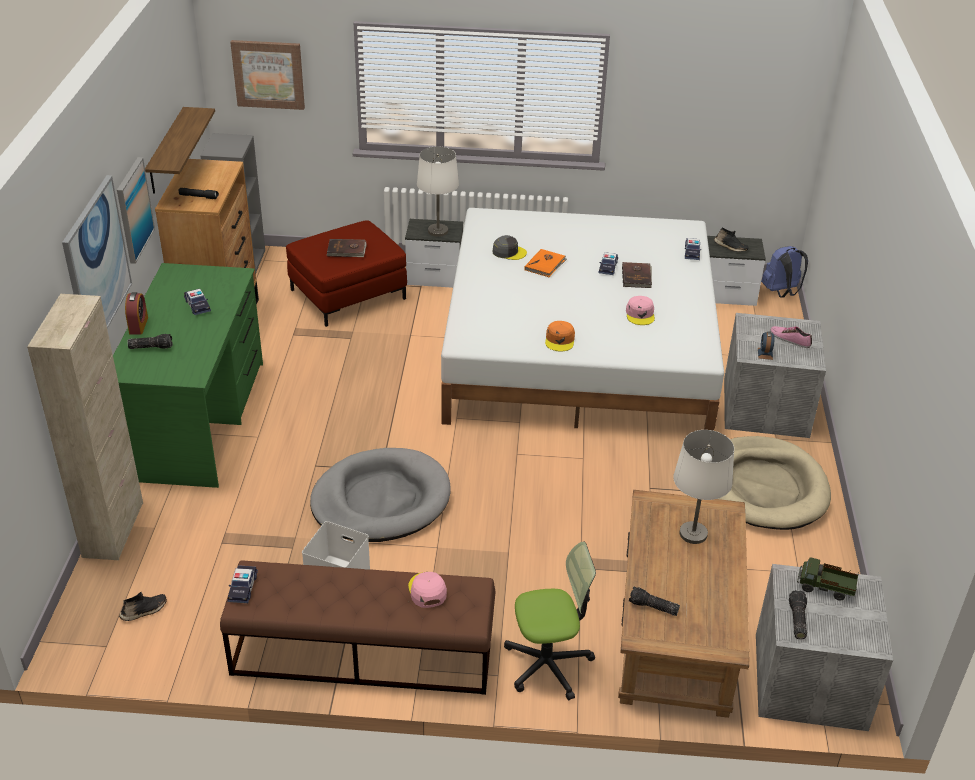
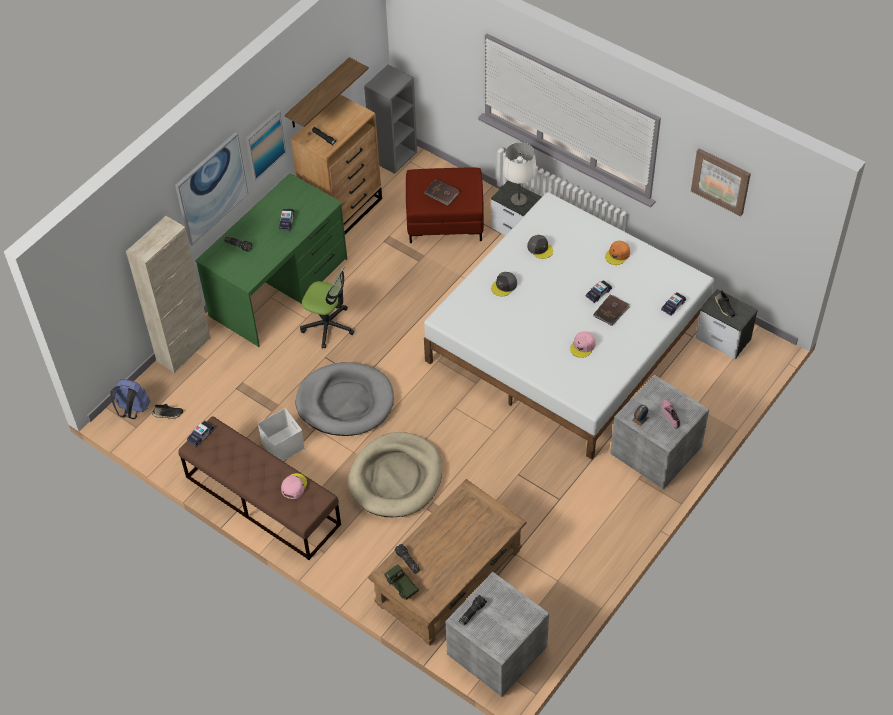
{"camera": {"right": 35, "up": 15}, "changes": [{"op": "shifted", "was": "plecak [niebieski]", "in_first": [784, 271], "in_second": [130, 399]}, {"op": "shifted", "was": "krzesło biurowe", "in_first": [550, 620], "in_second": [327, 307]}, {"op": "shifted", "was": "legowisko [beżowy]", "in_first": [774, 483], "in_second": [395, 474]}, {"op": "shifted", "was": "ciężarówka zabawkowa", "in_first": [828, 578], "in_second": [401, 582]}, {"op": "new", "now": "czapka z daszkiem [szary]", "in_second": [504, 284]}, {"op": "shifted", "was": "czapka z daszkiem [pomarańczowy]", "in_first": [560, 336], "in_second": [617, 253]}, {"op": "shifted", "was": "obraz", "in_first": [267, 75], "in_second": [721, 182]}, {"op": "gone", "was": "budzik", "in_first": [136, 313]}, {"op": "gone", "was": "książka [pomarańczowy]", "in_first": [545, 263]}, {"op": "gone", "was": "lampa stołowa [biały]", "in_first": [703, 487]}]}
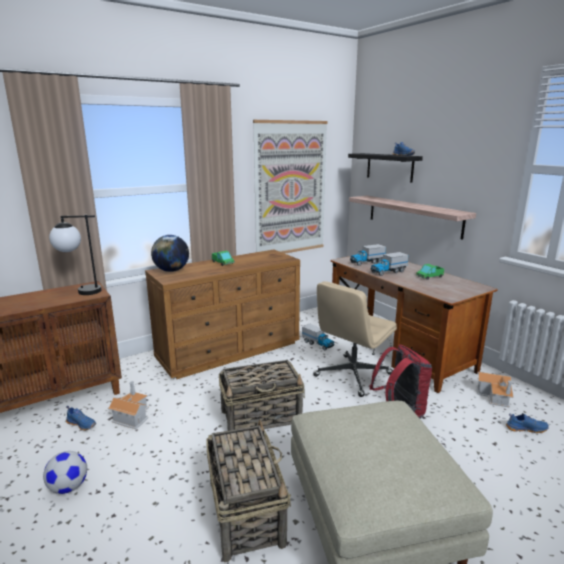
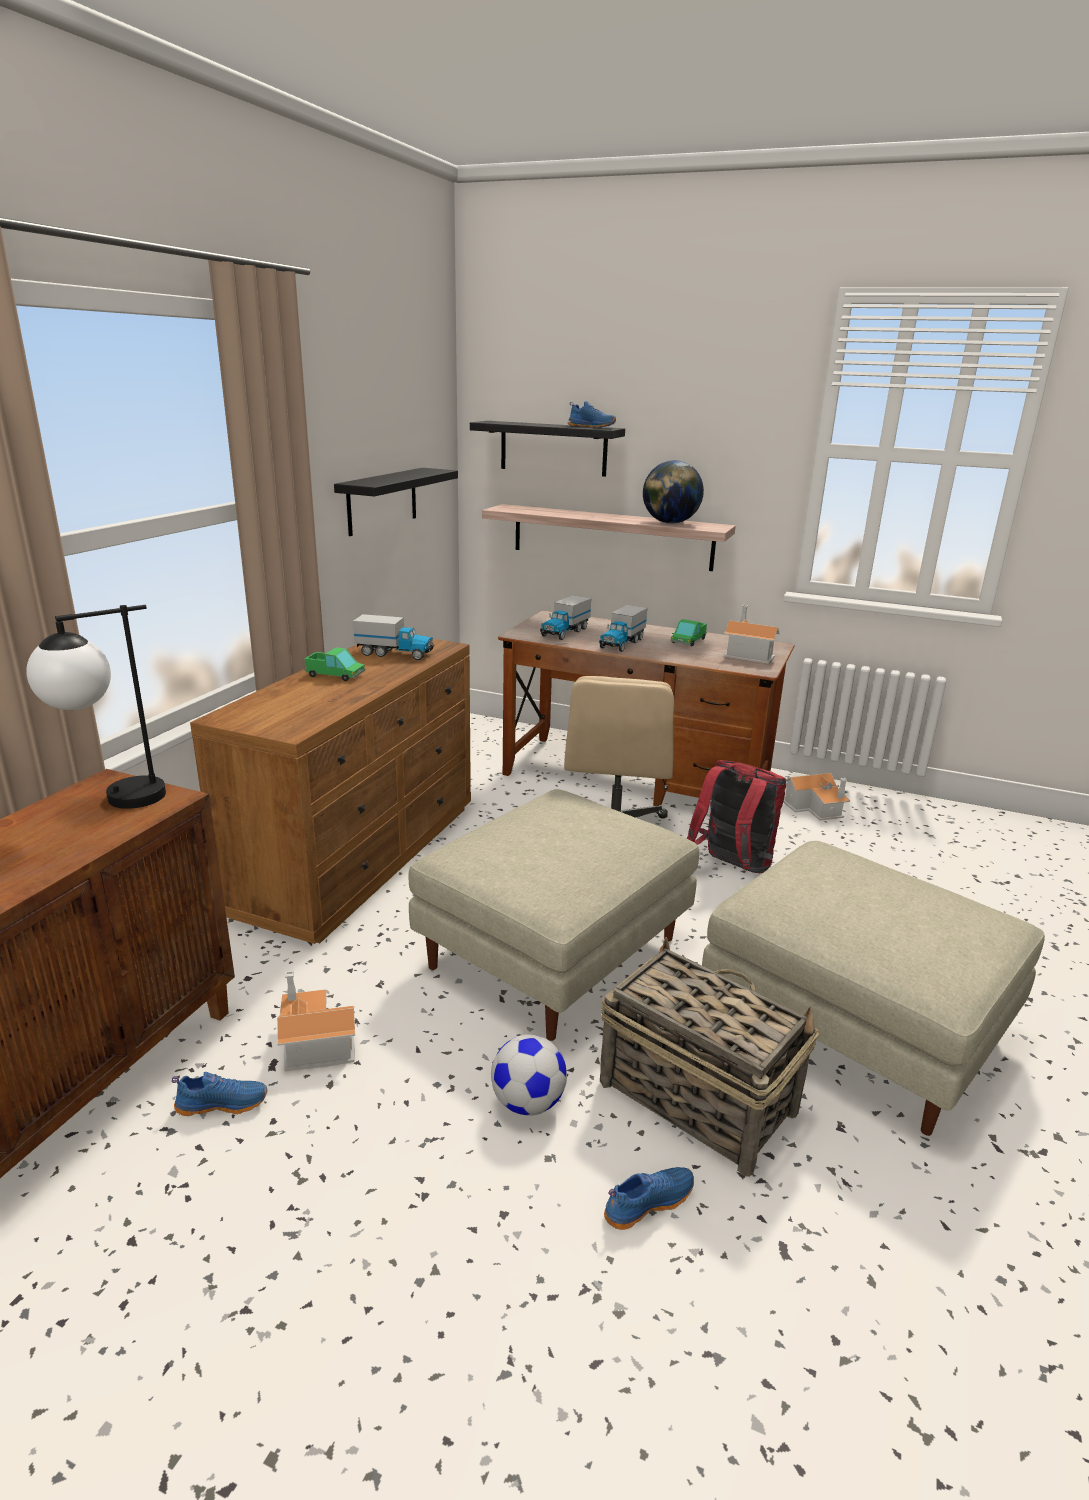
{"camera": {"right": -35, "up": 5}, "changes": [{"op": "swapped", "was": "obraz", "now": "półka [czarny]", "in_first": [290, 187], "in_second": [396, 502]}, {"op": "shifted", "was": "ciężarówka zabawkowa", "in_first": [318, 337], "in_second": [393, 637]}, {"op": "swapped", "was": "koszyk", "now": "pufa [beżowy]", "in_first": [262, 395], "in_second": [554, 915]}, {"op": "shifted", "was": "piłka futbolowa", "in_first": [65, 472], "in_second": [529, 1075]}, {"op": "shifted", "was": "but [niebieski]", "in_first": [527, 423], "in_second": [649, 1198]}, {"op": "shifted", "was": "globus", "in_first": [170, 253], "in_second": [673, 492]}, {"op": "new", "now": "domek", "in_second": [751, 634]}]}
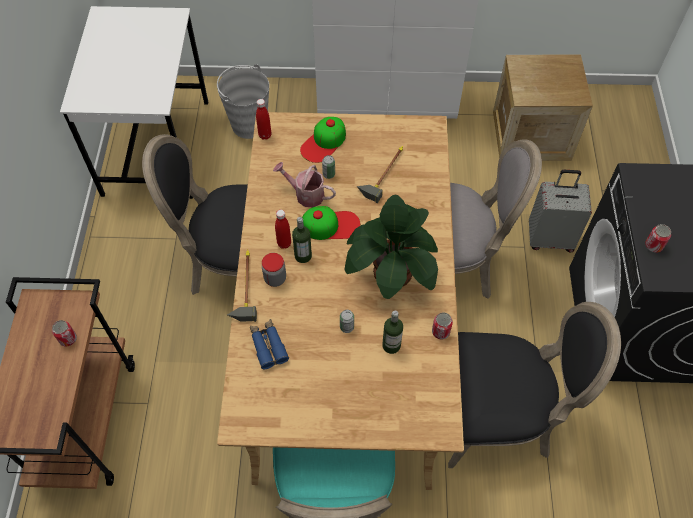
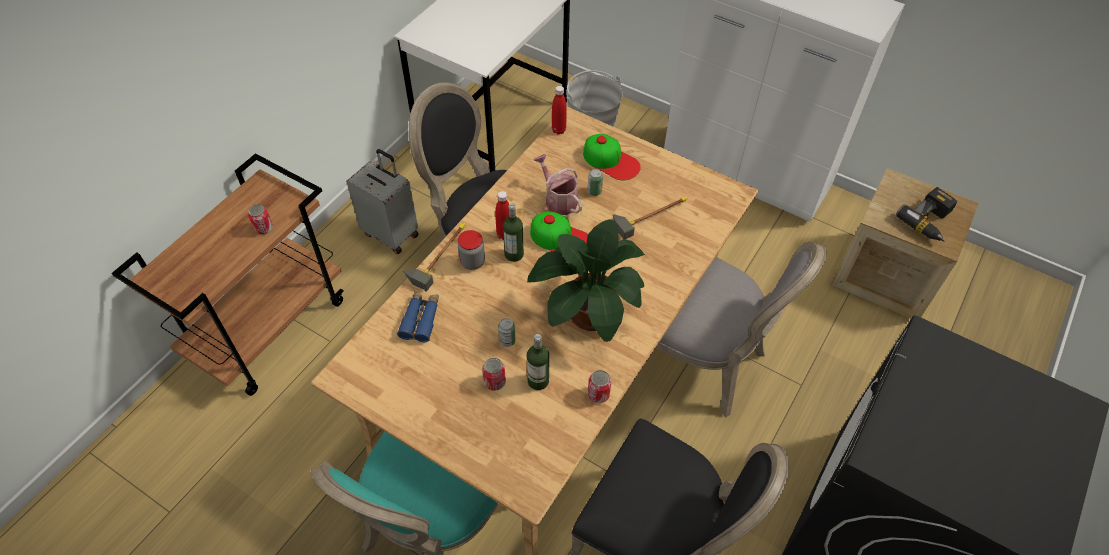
{"camera": {"right": 30, "up": -5}, "changes": [{"op": "shifted", "was": "walizka [szary]", "in_first": [560, 211], "in_second": [382, 201]}, {"op": "shifted", "was": "puszka", "in_first": [658, 238], "in_second": [494, 374]}, {"op": "rotated", "was": "czapka z daszkiem", "in_first": [323, 140], "in_second": [612, 157], "clockwise": -120}, {"op": "new", "now": "wiertarka", "in_second": [926, 214]}]}
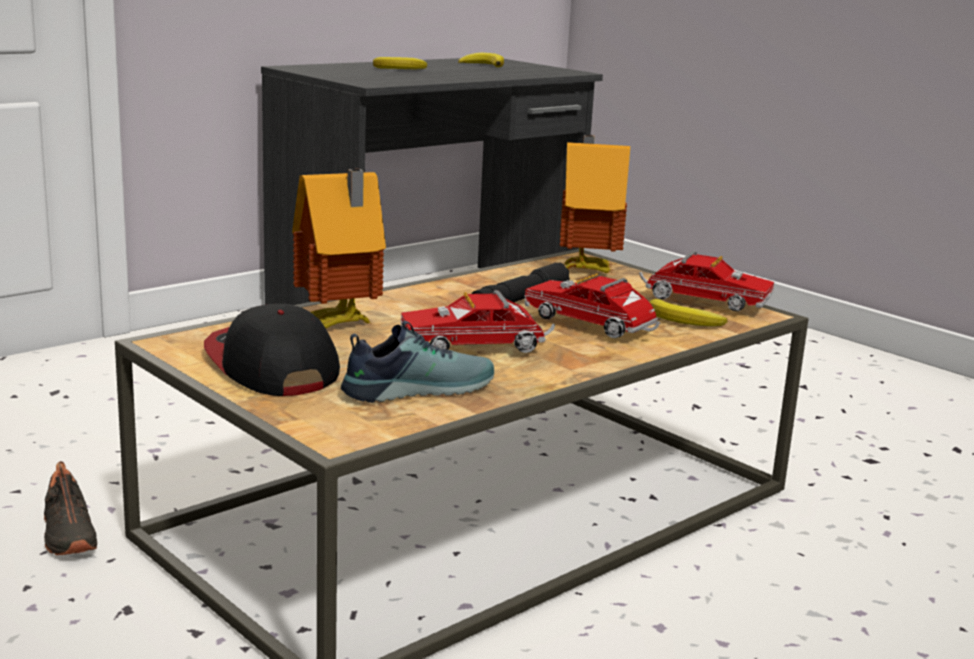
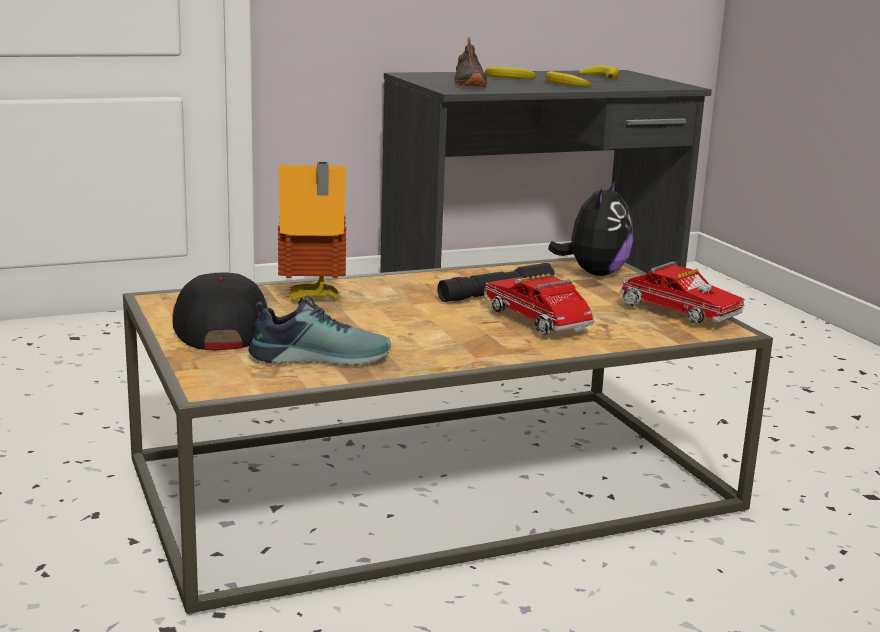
{"camera": {"right": 20, "up": 0}, "changes": [{"op": "shifted", "was": "but [czarny]", "in_first": [70, 508], "in_second": [470, 62]}, {"op": "shifted", "was": "banan", "in_first": [689, 313], "in_second": [568, 78]}, {"op": "swapped", "was": "domek", "now": "pluszak", "in_first": [595, 204], "in_second": [591, 227]}, {"op": "gone", "was": "ciężarówka zabawkowa", "in_first": [477, 321]}]}
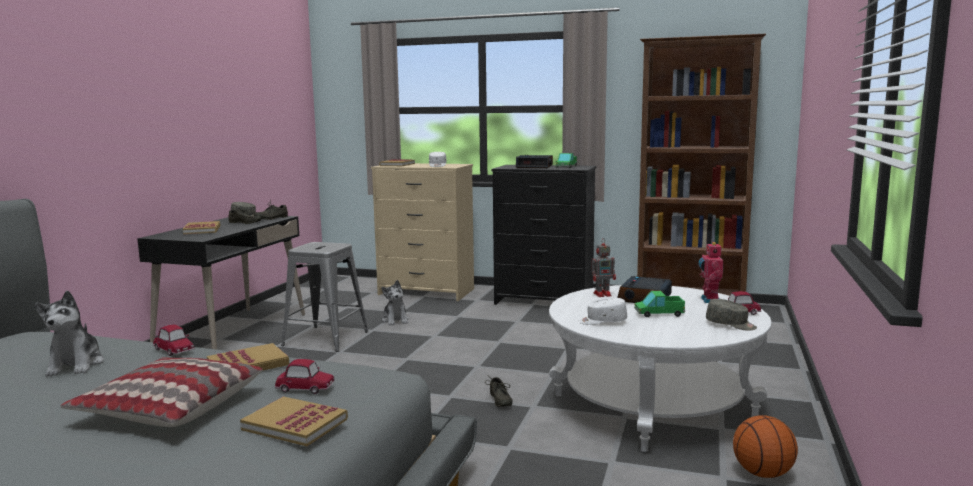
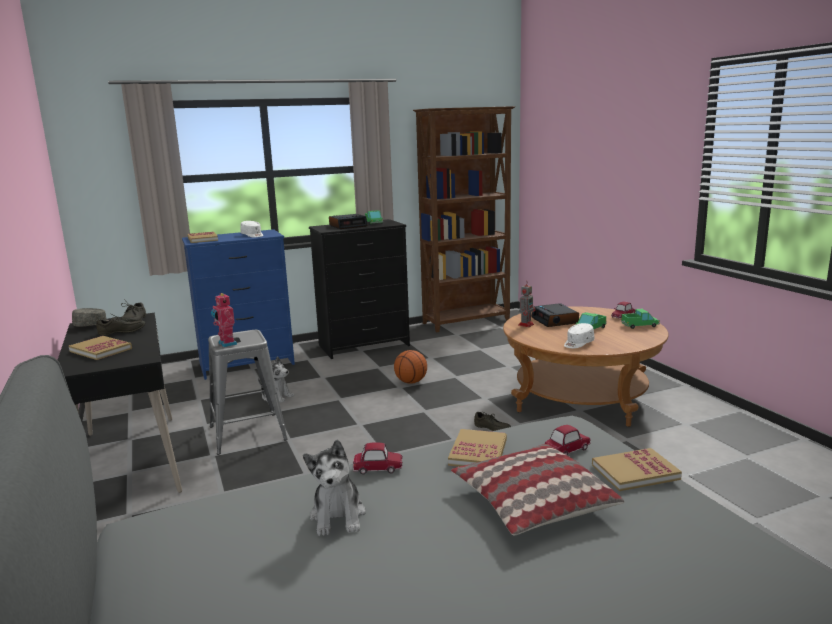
{"camera": {"right": -40, "up": 5}, "changes": [{"op": "repainted", "was": "komoda [beżowy]", "now": "komoda [niebieski]", "in_first": [422, 232], "in_second": [238, 304]}, {"op": "shifted", "was": "robot zabawkowy", "in_first": [711, 272], "in_second": [224, 320]}, {"op": "rotated", "was": "pluszak", "in_first": [69, 333], "in_second": [334, 487], "clockwise": 45}, {"op": "shifted", "was": "piłka do koszykówki", "in_first": [765, 446], "in_second": [410, 367]}, {"op": "repainted", "was": "ława [biały]", "now": "ława [brązowy]", "in_first": [660, 368], "in_second": [585, 367]}, {"op": "swapped", "was": "czapka z daszkiem [szary]", "now": "ciężarówka zabawkowa", "in_first": [731, 314], "in_second": [640, 319]}]}
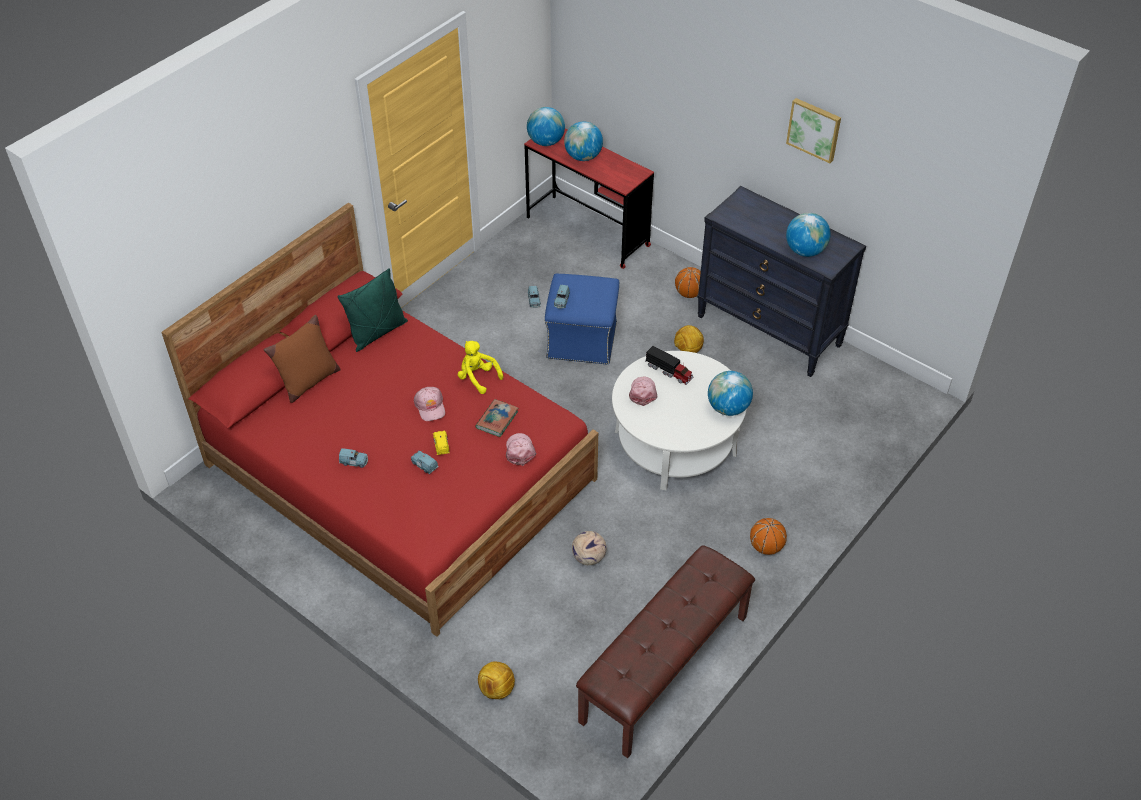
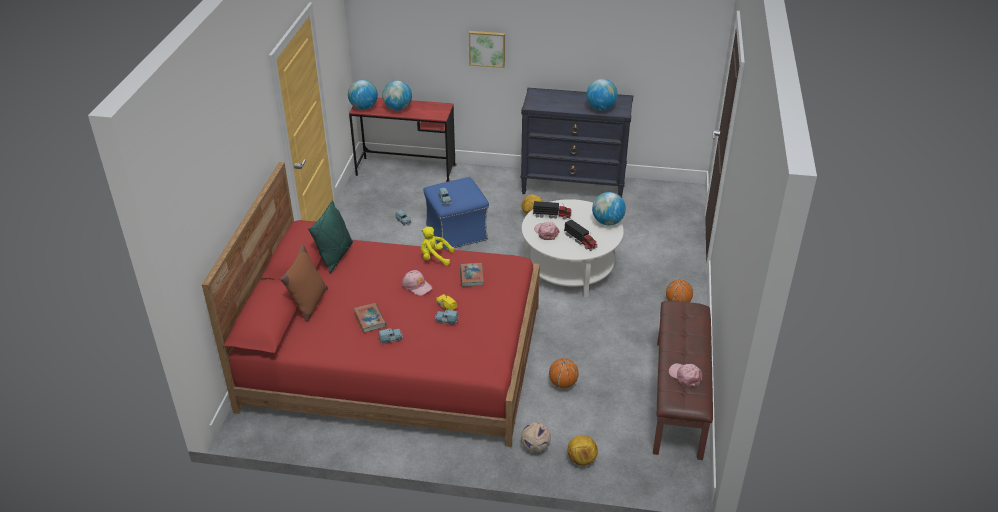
{"camera": {"right": -30, "up": -10}, "changes": [{"op": "new", "now": "książka", "in_second": [370, 317]}, {"op": "shifted", "was": "obraz", "in_first": [813, 130], "in_second": [487, 49]}, {"op": "shifted", "was": "piłka futbolowa", "in_first": [589, 548], "in_second": [536, 437]}, {"op": "shifted", "was": "piłka do koszykówki", "in_first": [688, 282], "in_second": [564, 373]}, {"op": "new", "now": "ciężarówka zabawkowa", "in_second": [581, 235]}, {"op": "shifted", "was": "czapka z daszkiem [różowy]", "in_first": [521, 449], "in_second": [685, 375]}]}
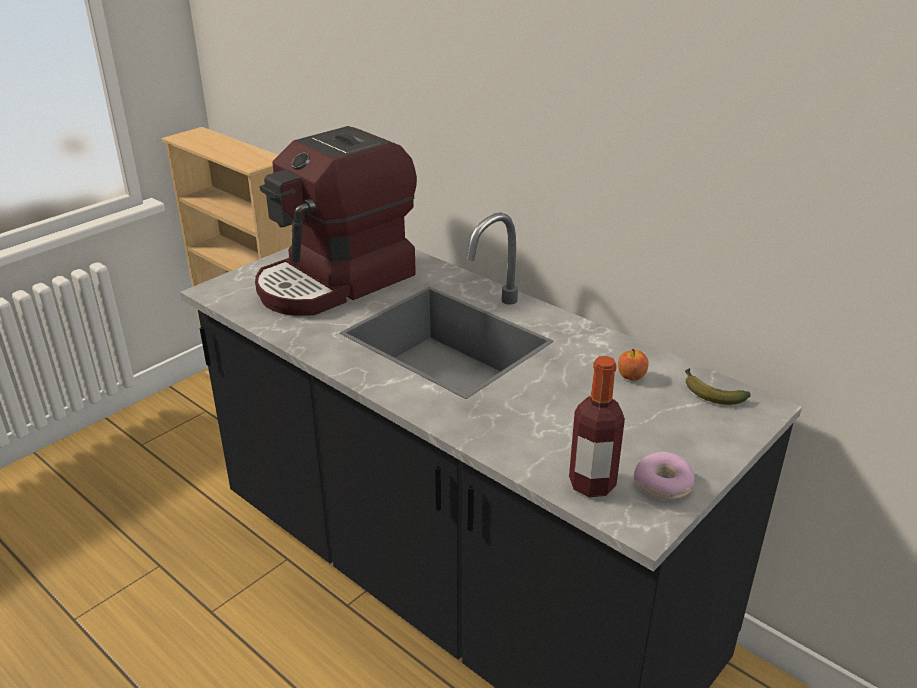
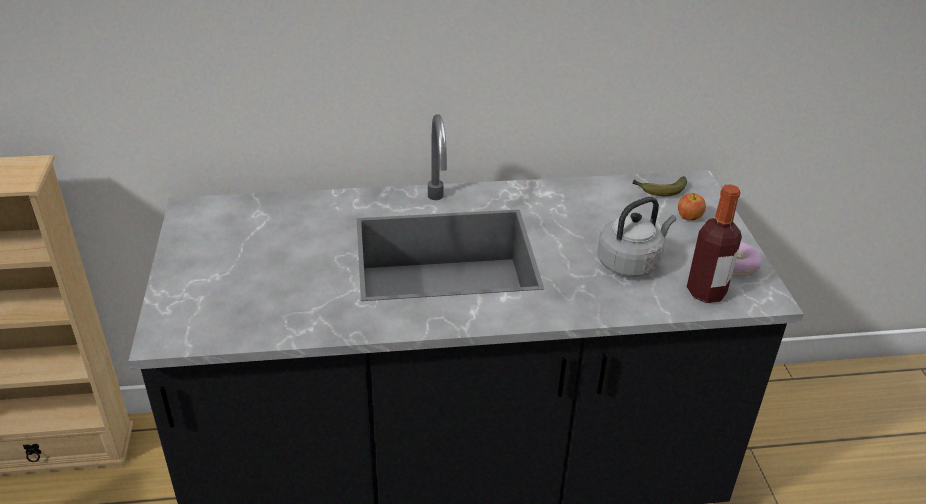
{"camera": {"right": -50, "up": 5}, "changes": [{"op": "new", "now": "czajnik [szary]", "in_second": [636, 237]}, {"op": "shifted", "was": "jabłko", "in_first": [633, 365], "in_second": [692, 207]}, {"op": "gone", "was": "ekspres do kawy", "in_first": [336, 221]}]}
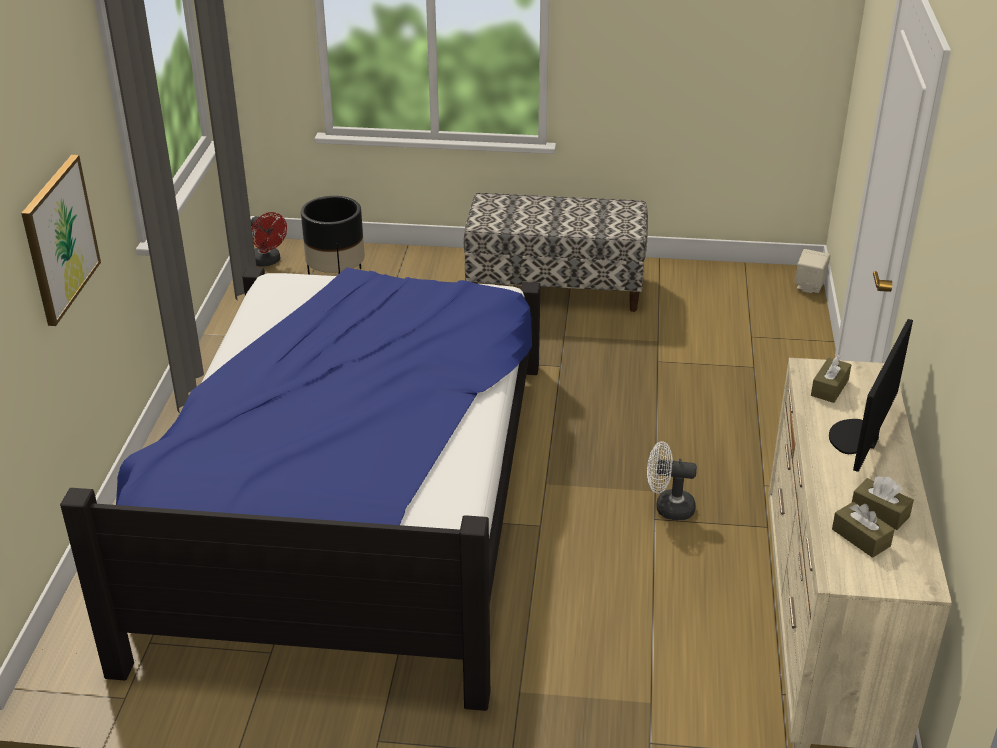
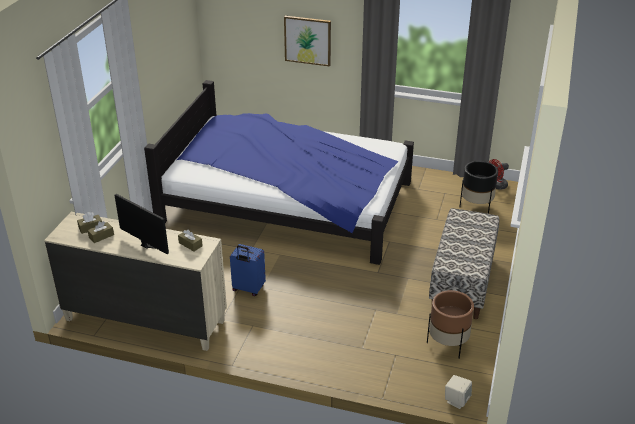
{"camera": {"right": 100, "up": 0}, "changes": [{"op": "swapped", "was": "wentylator [biały]", "now": "walizka [niebieski]", "in_first": [672, 480], "in_second": [248, 270]}, {"op": "new", "now": "donica [brązowy]", "in_second": [450, 324]}]}
